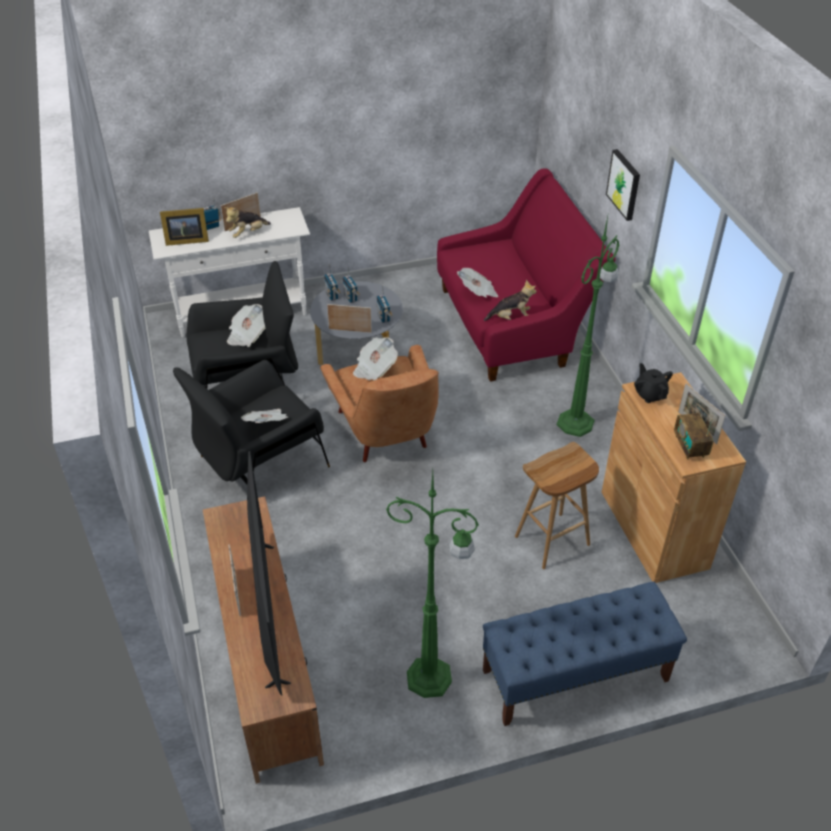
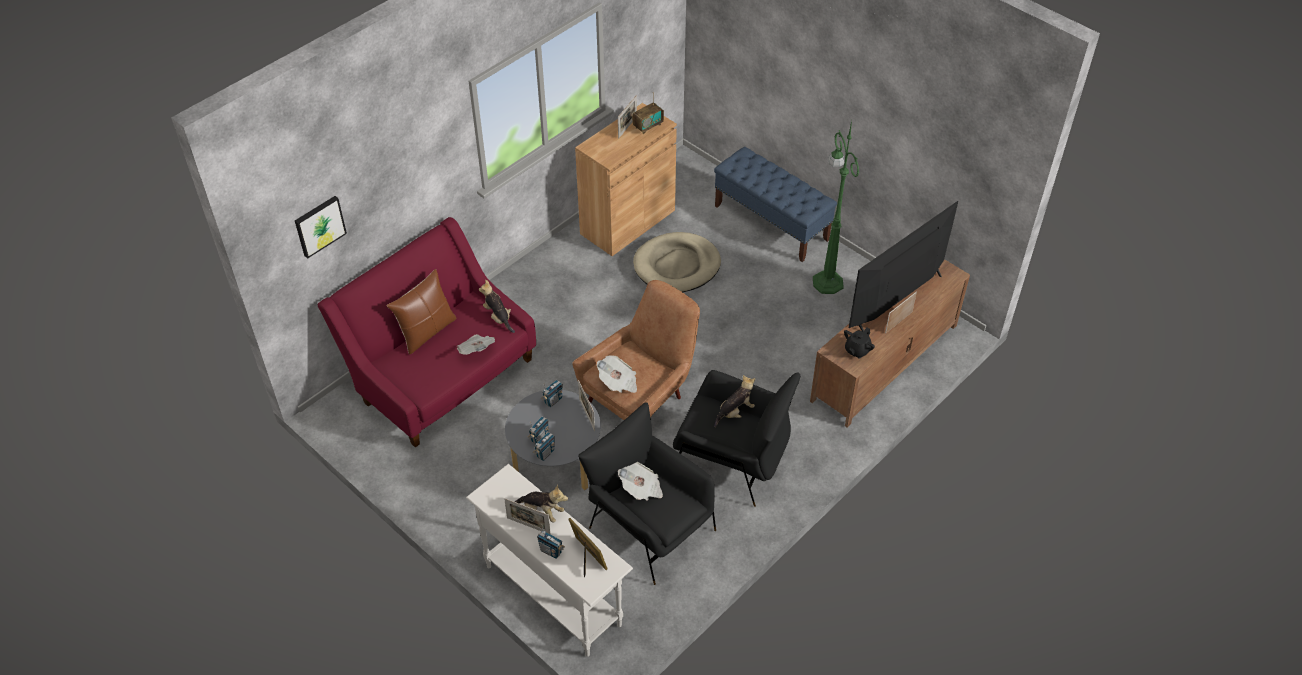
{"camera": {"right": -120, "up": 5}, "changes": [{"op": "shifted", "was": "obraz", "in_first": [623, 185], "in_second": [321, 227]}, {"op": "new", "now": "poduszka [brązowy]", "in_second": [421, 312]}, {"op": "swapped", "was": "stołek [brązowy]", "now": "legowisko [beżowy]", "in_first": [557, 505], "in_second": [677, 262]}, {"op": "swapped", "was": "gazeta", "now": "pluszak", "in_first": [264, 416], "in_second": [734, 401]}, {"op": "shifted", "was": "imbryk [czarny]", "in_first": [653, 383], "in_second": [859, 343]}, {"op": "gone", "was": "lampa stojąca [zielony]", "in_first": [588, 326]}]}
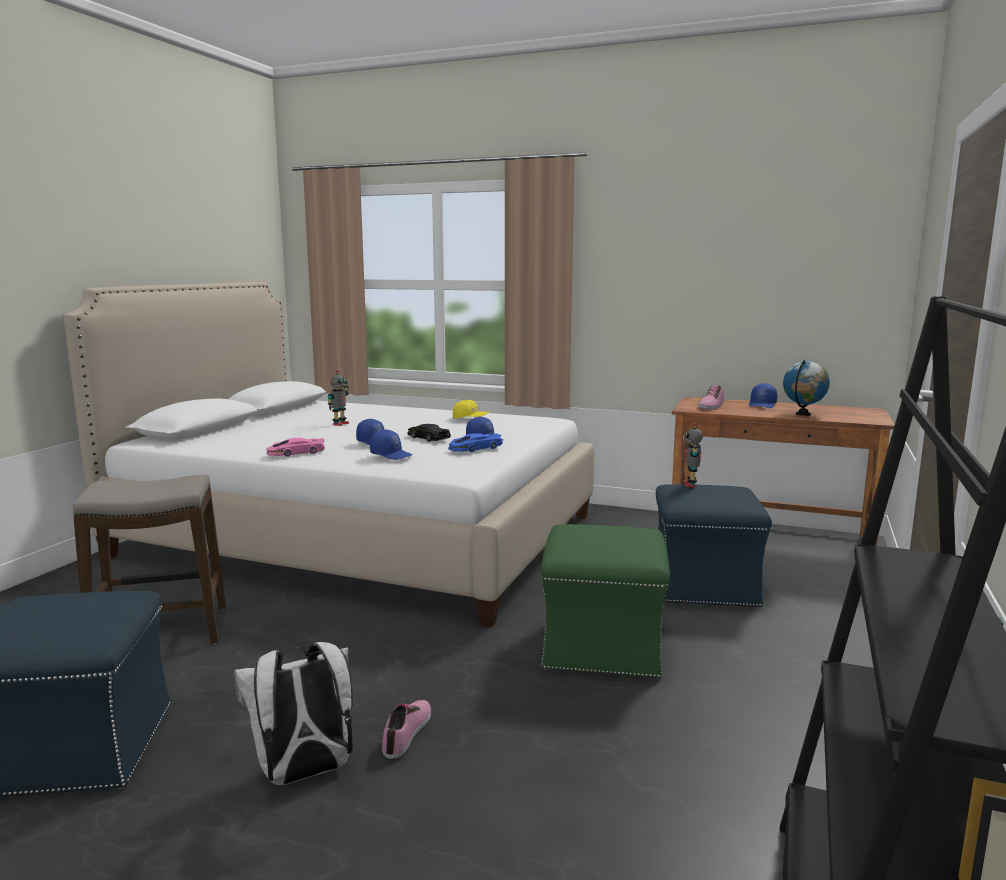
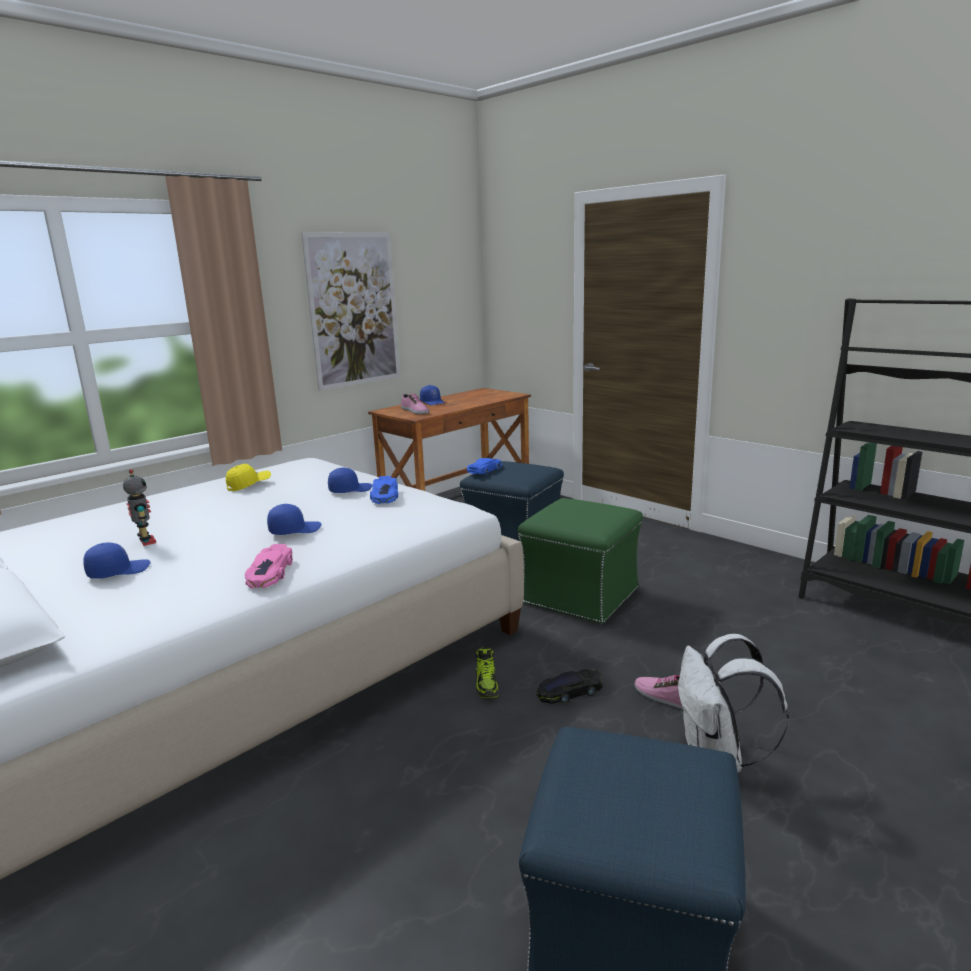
{"camera": {"right": -65, "up": 5}, "changes": [{"op": "shifted", "was": "czapka z daszkiem [niebieski]", "in_first": [391, 444], "in_second": [117, 561]}, {"op": "new", "now": "obraz", "in_second": [350, 311]}, {"op": "swapped", "was": "robot zabawkowy", "now": "samochodzik [niebieski]", "in_first": [693, 455], "in_second": [484, 466]}, {"op": "new", "now": "but", "in_second": [487, 672]}, {"op": "shifted", "was": "samochodzik [czarny]", "in_first": [429, 433], "in_second": [569, 686]}, {"op": "gone", "was": "stołek", "in_first": [149, 559]}, {"op": "gone", "was": "globus", "in_first": [806, 388]}]}
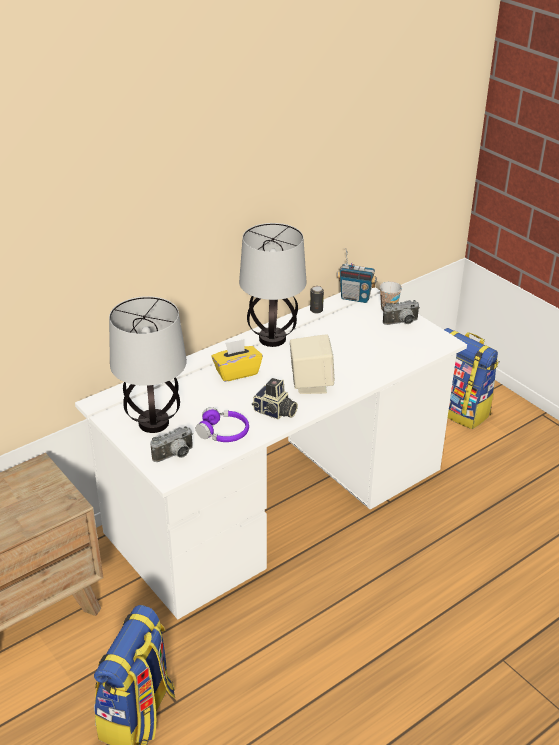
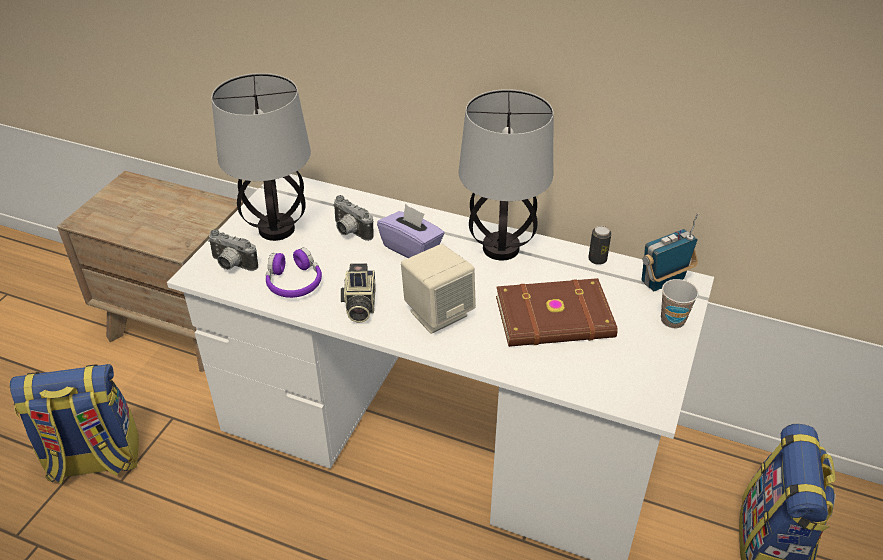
{"camera": {"right": 60, "up": 5}, "changes": [{"op": "shifted", "was": "aparat fotograficzny", "in_first": [401, 312], "in_second": [353, 218]}, {"op": "repainted", "was": "pudełko chusteczek [żółty]", "now": "pudełko chusteczek [fioletowy]", "in_first": [237, 360], "in_second": [410, 231]}, {"op": "new", "now": "książka [brązowy]", "in_second": [557, 312]}, {"op": "rotated", "was": "radio", "in_first": [357, 275], "in_second": [670, 252], "clockwise": 75}]}
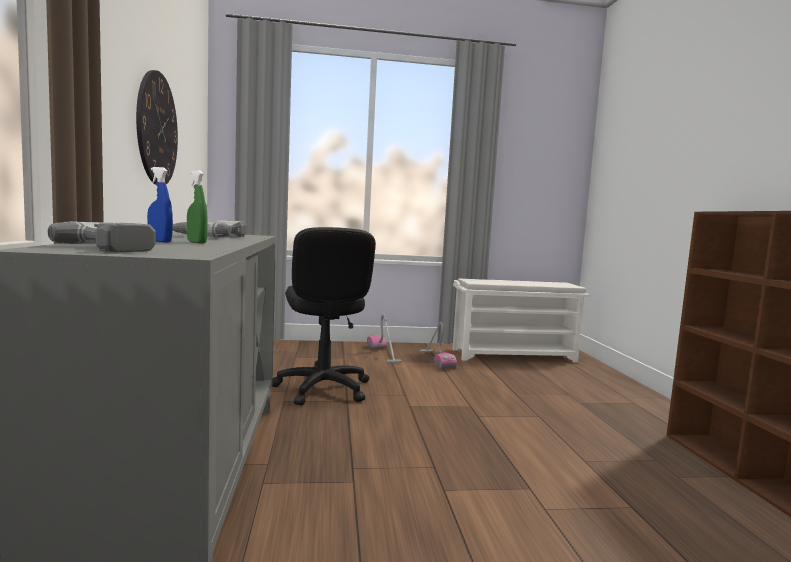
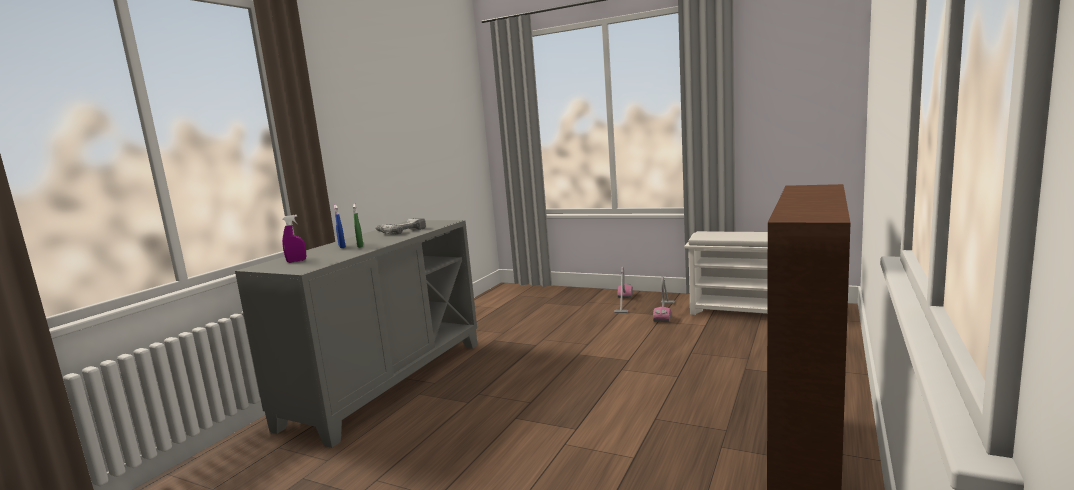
{"camera": {"right": 35, "up": 5}, "changes": [{"op": "swapped", "was": "wiertarka", "now": "spryskiwacz [fioletowy]", "in_first": [102, 236], "in_second": [294, 239]}, {"op": "gone", "was": "zegar ścienny", "in_first": [157, 127]}, {"op": "gone", "was": "krzesło biurowe [czarny]", "in_first": [324, 316]}]}
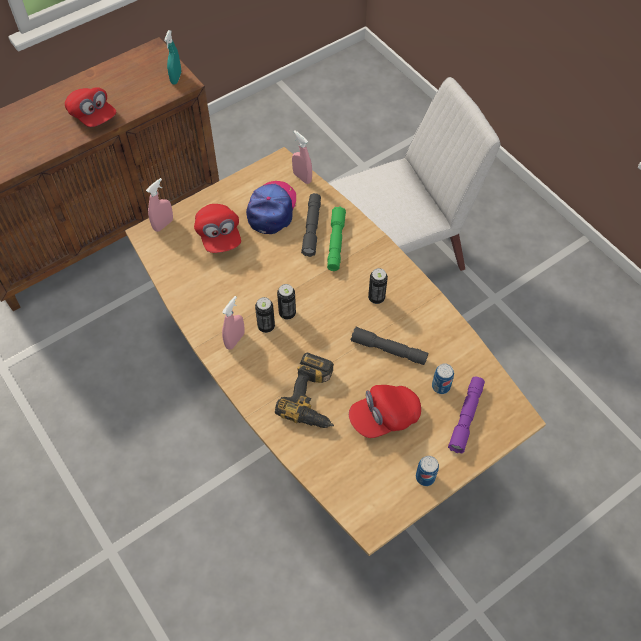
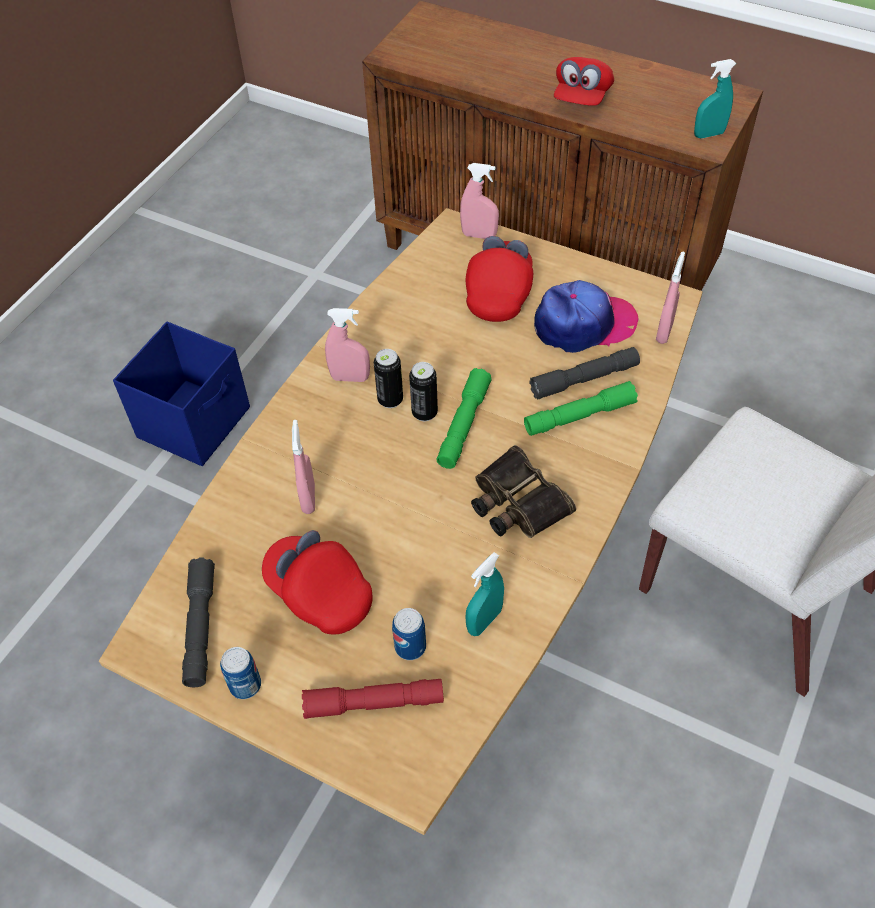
{"camera": {"right": 65, "up": -5}, "changes": [{"op": "new", "now": "pojemnik do przechowywania [niebieski]", "in_second": [181, 394]}, {"op": "shifted", "was": "latarka [szary]", "in_first": [389, 346], "in_second": [198, 622]}, {"op": "swapped", "was": "wiertarka", "now": "spryskiwacz [różowy]", "in_first": [304, 390], "in_second": [303, 467]}, {"op": "repainted", "was": "latarka [fioletowy]", "now": "latarka [czerwony]", "in_first": [466, 415], "in_second": [373, 699]}, {"op": "new", "now": "latarka [zielony]", "in_second": [464, 418]}, {"op": "rotated", "was": "czapka z daszkiem [czerwony]", "in_first": [217, 228], "in_second": [499, 279], "clockwise": 150}, {"op": "new", "now": "spryskiwacz [turkusowy]", "in_second": [485, 594]}, {"op": "swapped", "was": "puszka", "now": "lornetka", "in_first": [378, 286], "in_second": [523, 491]}]}
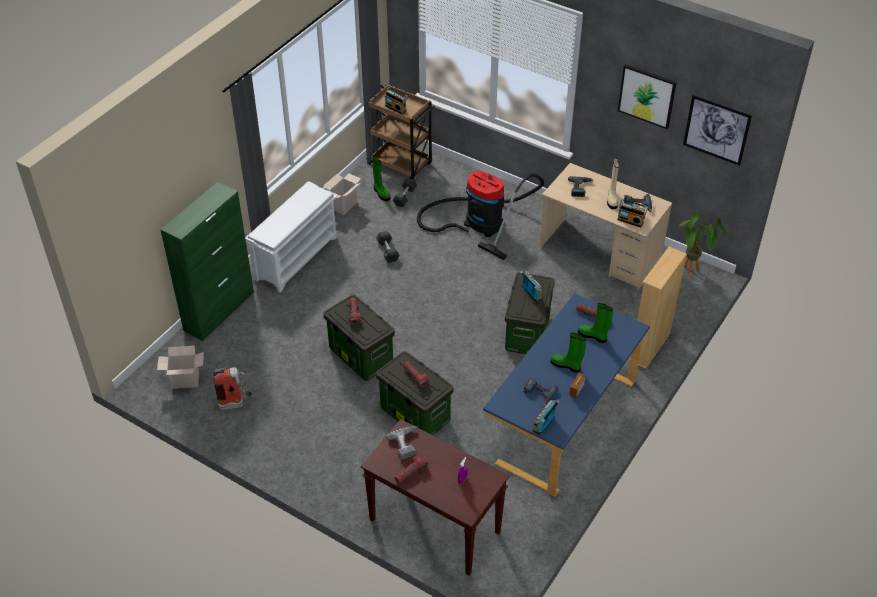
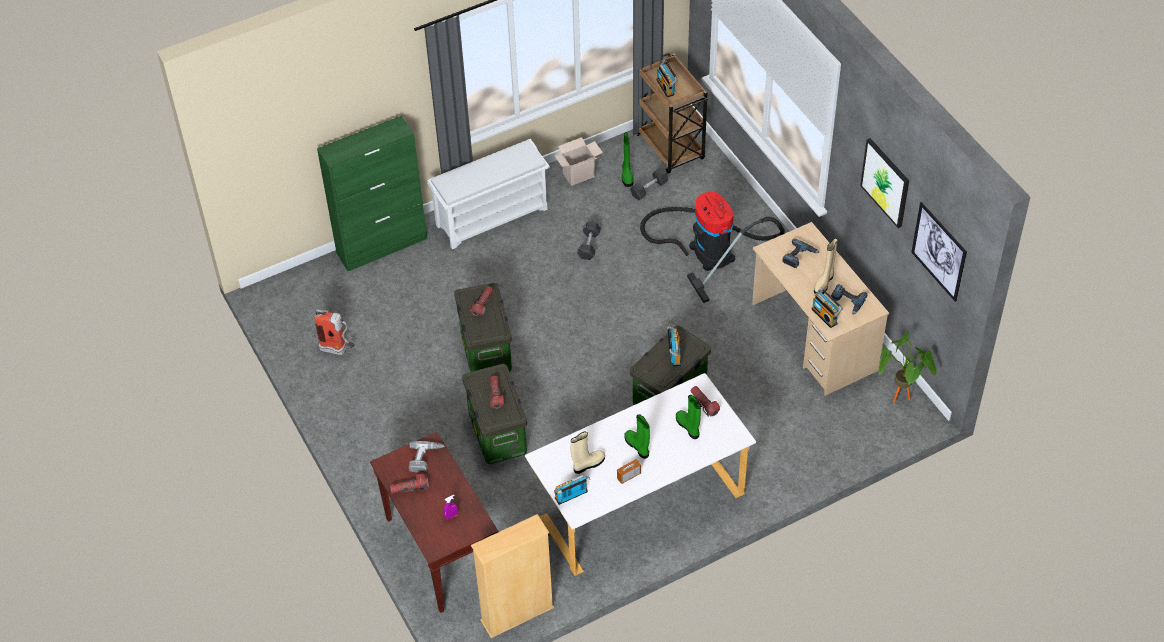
{"camera": {"right": 30, "up": 5}, "changes": [{"op": "shifted", "was": "regał [beżowy]", "in_first": [658, 308], "in_second": [512, 576]}, {"op": "repainted", "was": "biurko [niebieski]", "now": "biurko [biały]", "in_first": [566, 395], "in_second": [640, 474]}, {"op": "swapped", "was": "wiertarka", "now": "but z cholewką [beżowy]", "in_first": [540, 392], "in_second": [588, 453]}, {"op": "gone", "was": "karton", "in_first": [180, 367]}]}
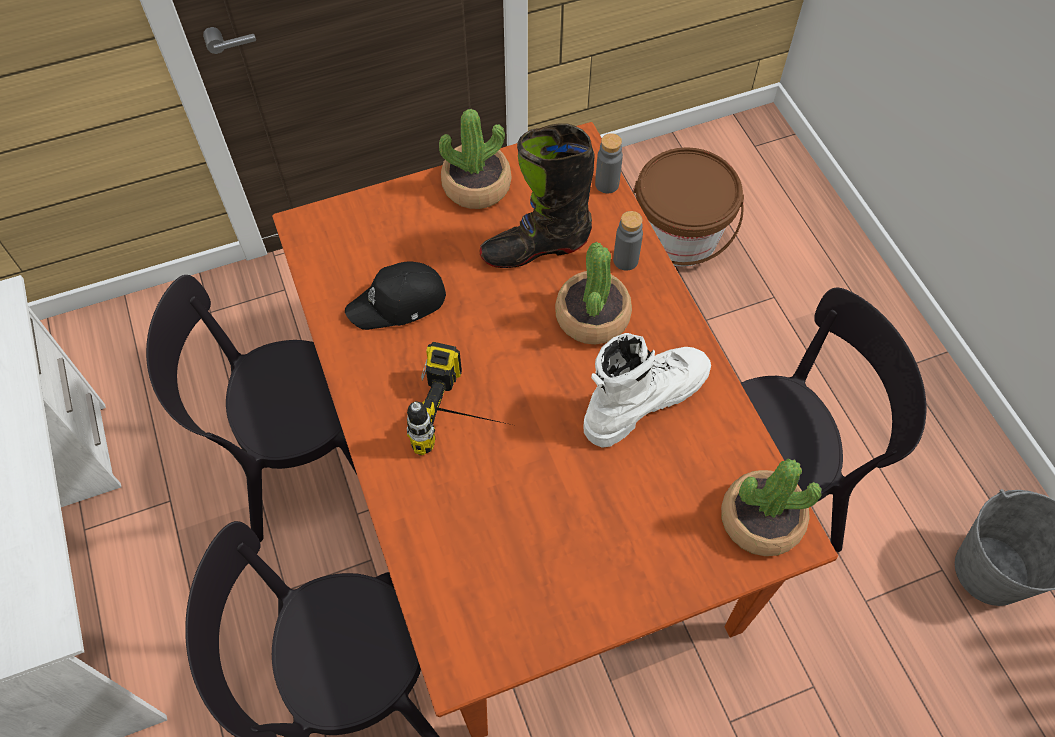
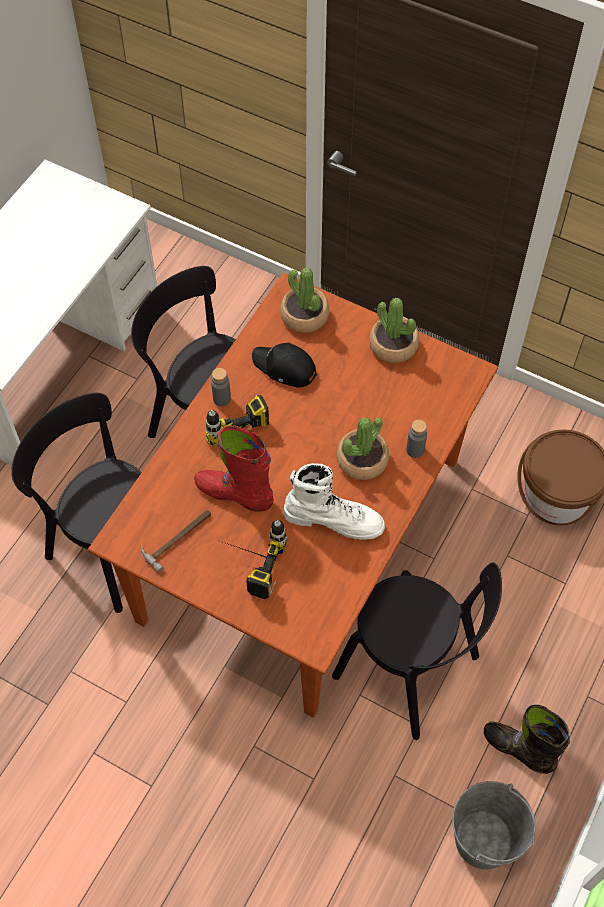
{"camera": {"right": 50, "up": 0}, "changes": [{"op": "new", "now": "młotek", "in_second": [176, 541]}, {"op": "new", "now": "but z cholewką [czerwony]", "in_second": [234, 469]}, {"op": "shifted", "was": "butelka [szary]", "in_first": [609, 163], "in_second": [221, 387]}, {"op": "new", "now": "wiertarka", "in_second": [252, 559]}, {"op": "shifted", "was": "roślina doniczkowa", "in_first": [771, 507], "in_second": [304, 300]}, {"op": "shifted", "was": "but z cholewką [czarny]", "in_first": [537, 195], "in_second": [527, 739]}]}
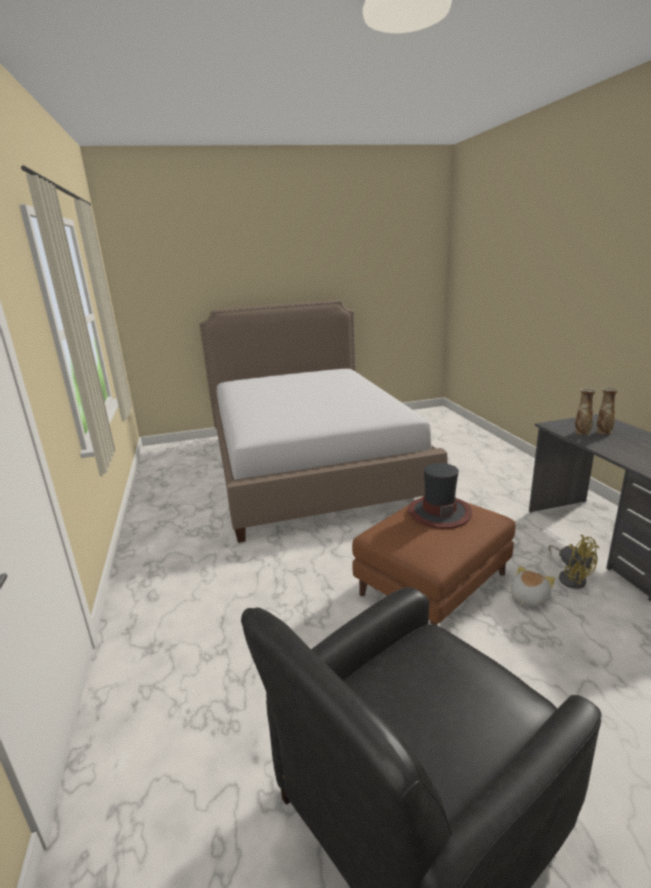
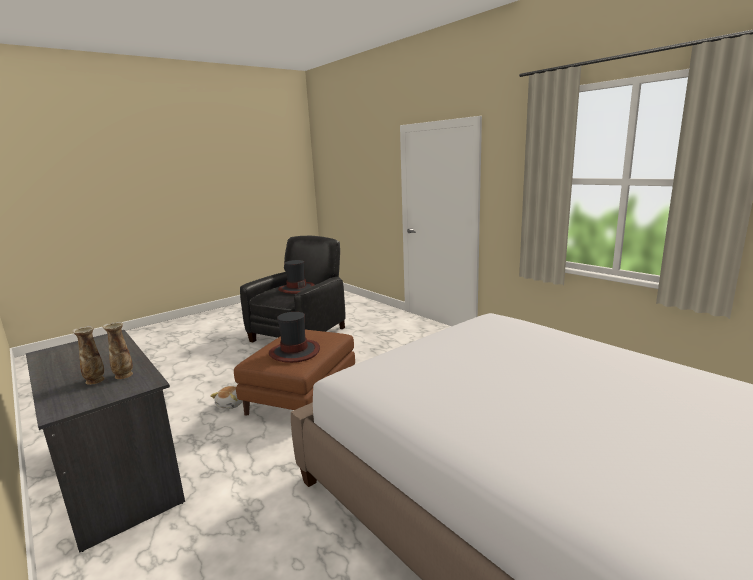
{"camera": {"right": 155, "up": -5}, "changes": [{"op": "new", "now": "kapelusz", "in_second": [296, 277]}, {"op": "gone", "was": "wentylator [żółty]", "in_first": [573, 562]}]}
